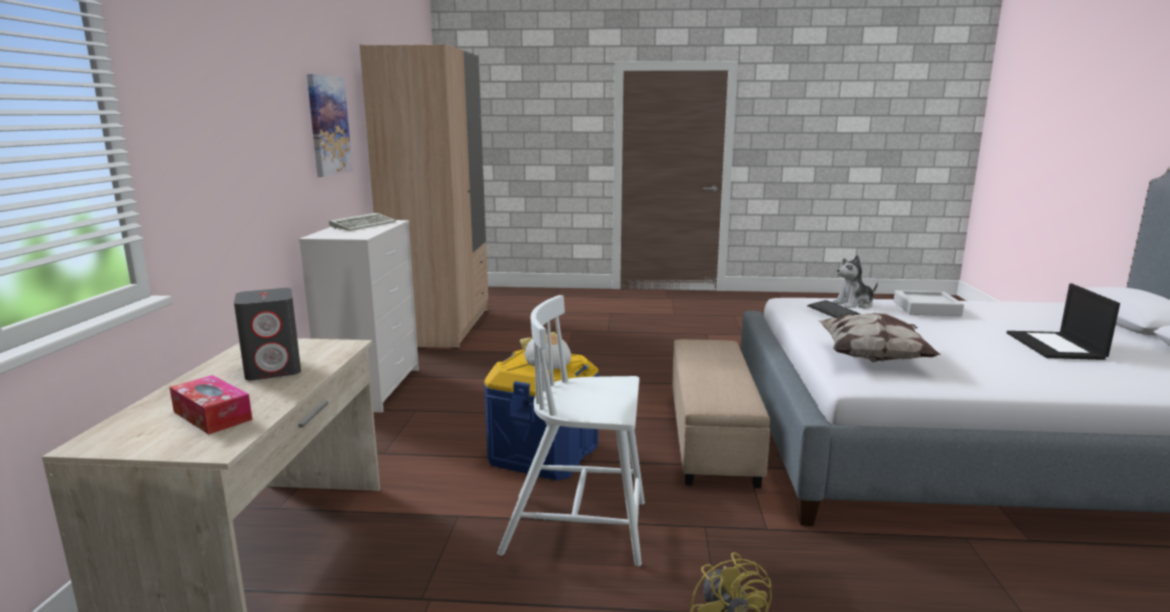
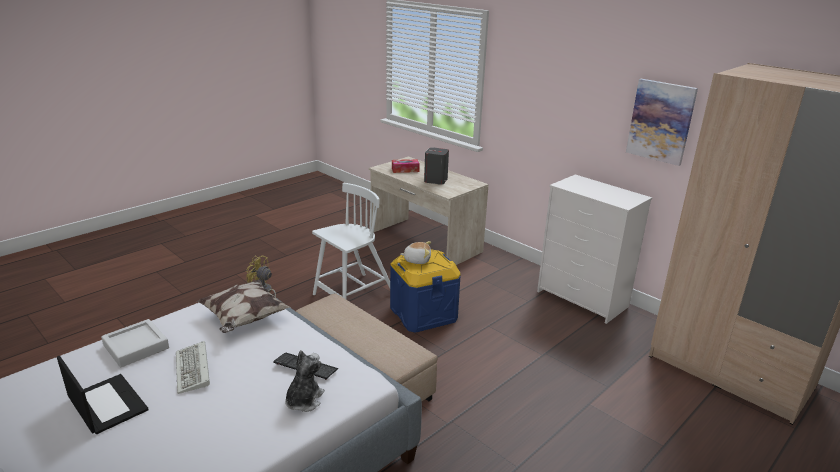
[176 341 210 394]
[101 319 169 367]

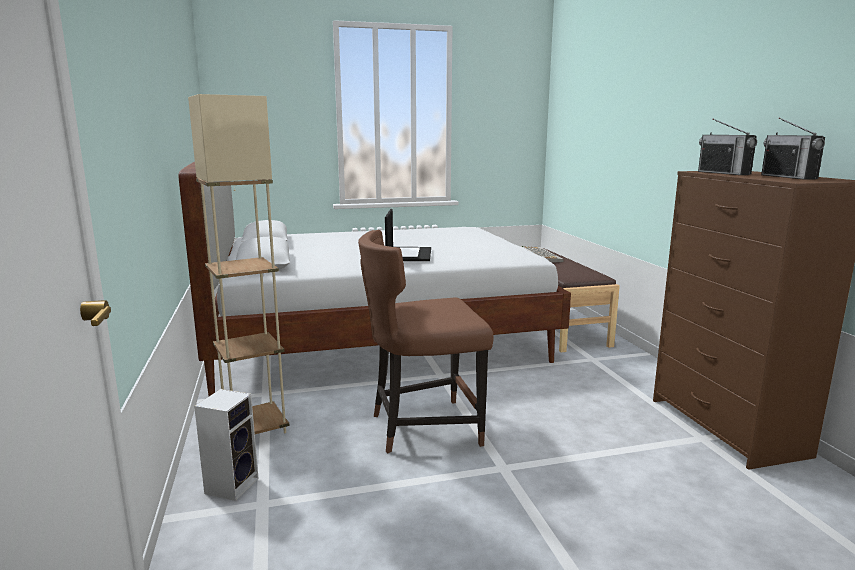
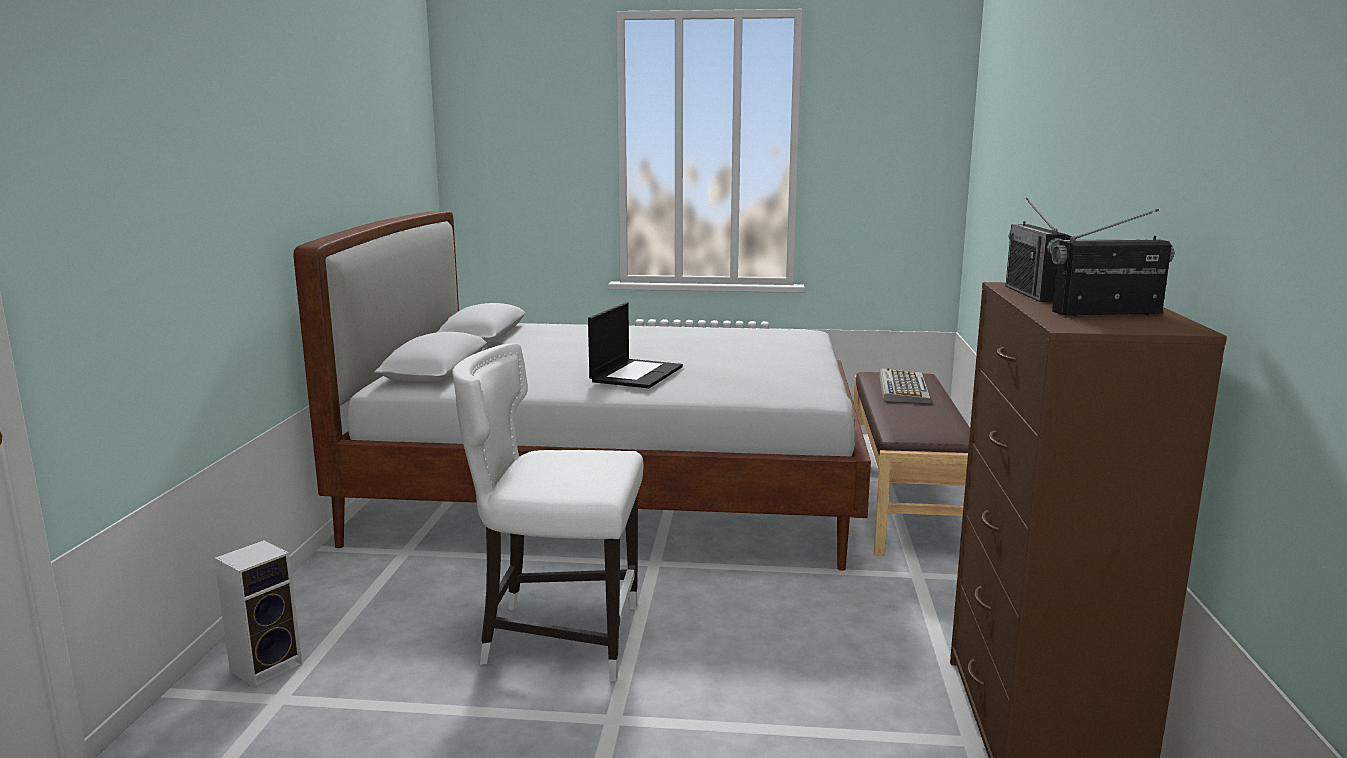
[188 94 290 434] (first image)
[452 343 644 681]
[1052 209 1174 316]

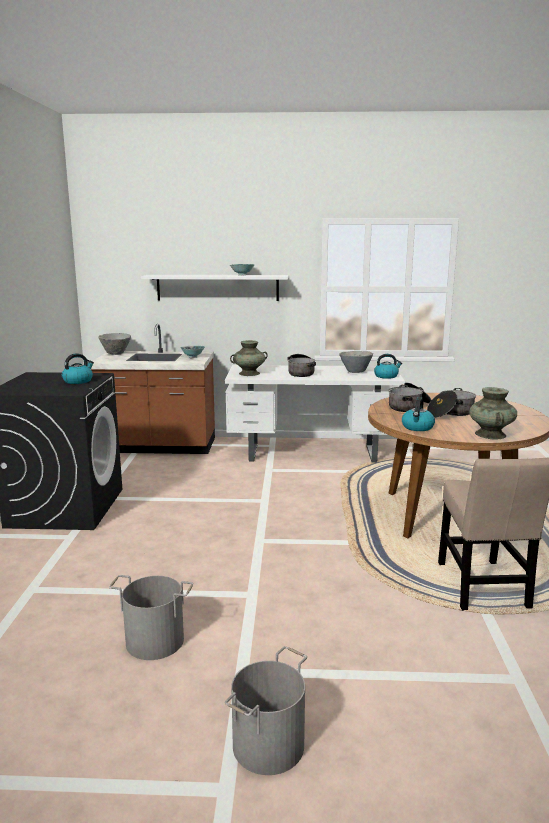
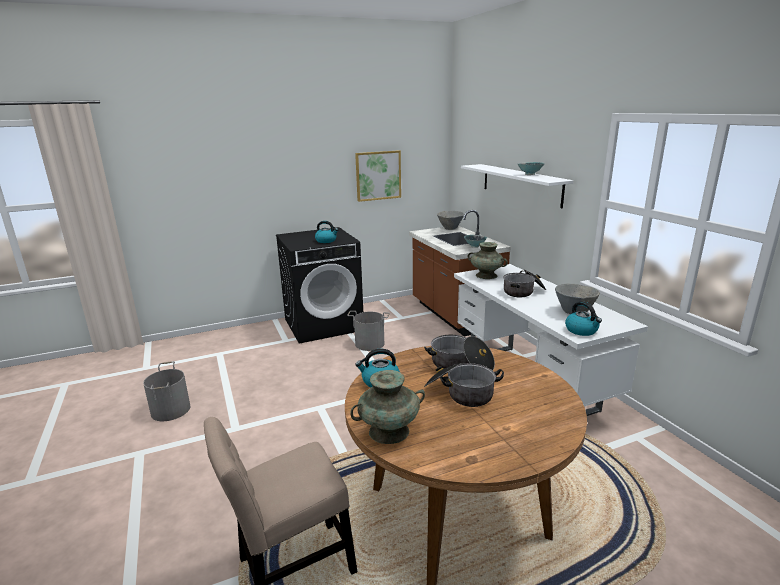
[355 150 401 202]
[347 311 390 351]

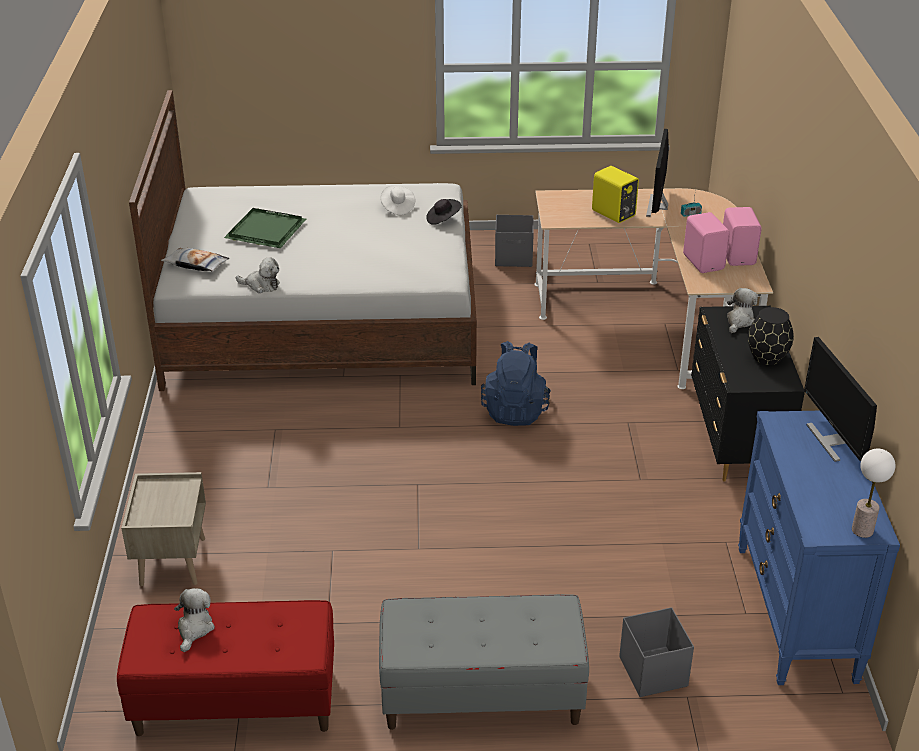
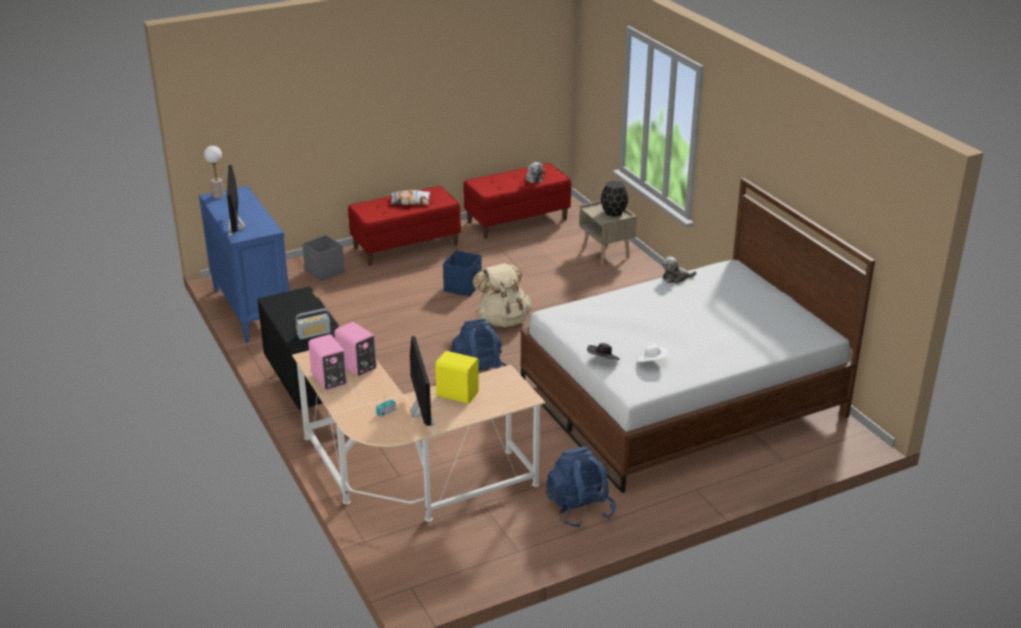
[224 208 306 248] (first image)
[443 250 482 296]
[473 263 531 327]
[391 190 431 205]
[601 181 628 216]
[546 447 616 528]
[296 308 331 340]
[348 186 461 266]
[227 165 245 237]

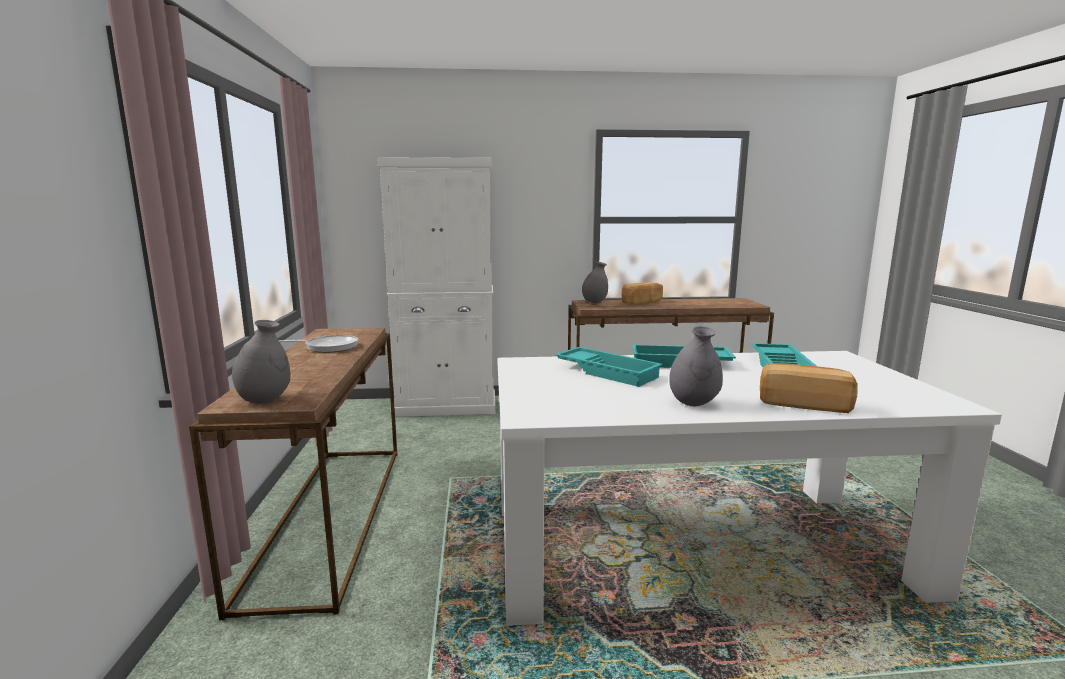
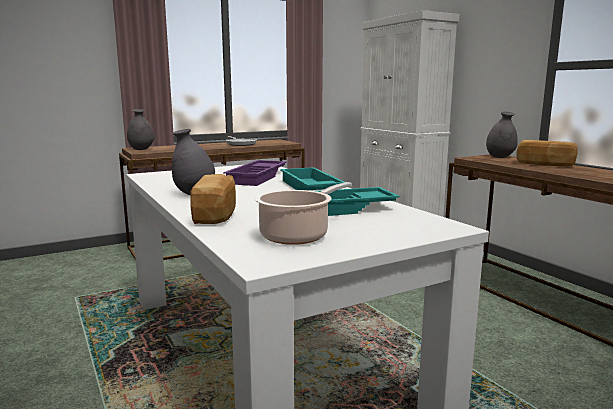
[255 182 352 245]
[223 160 287 186]

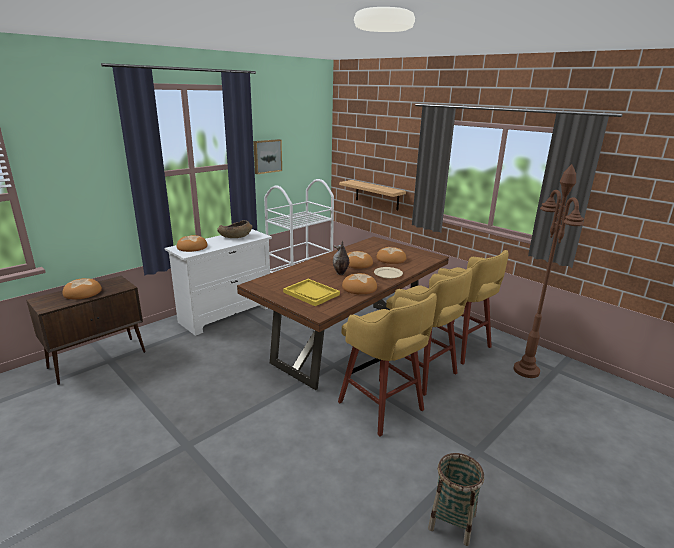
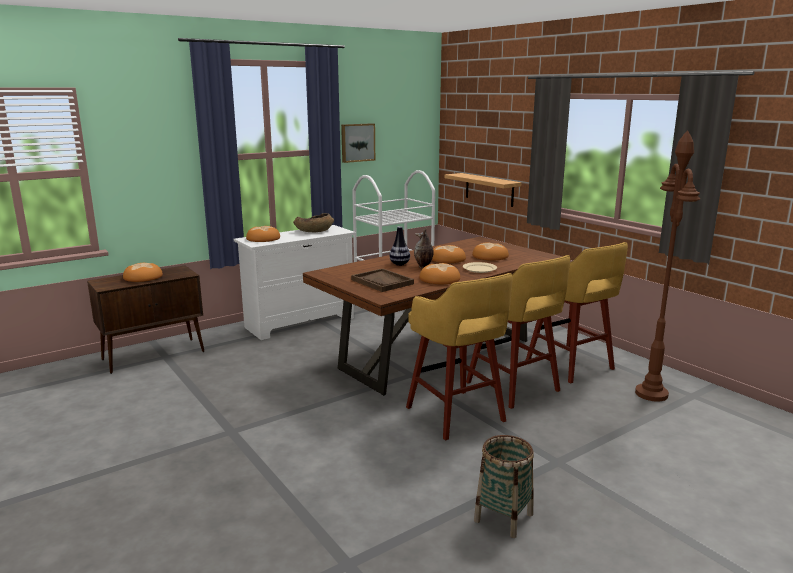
[389 226 410 266]
[351 268 414 292]

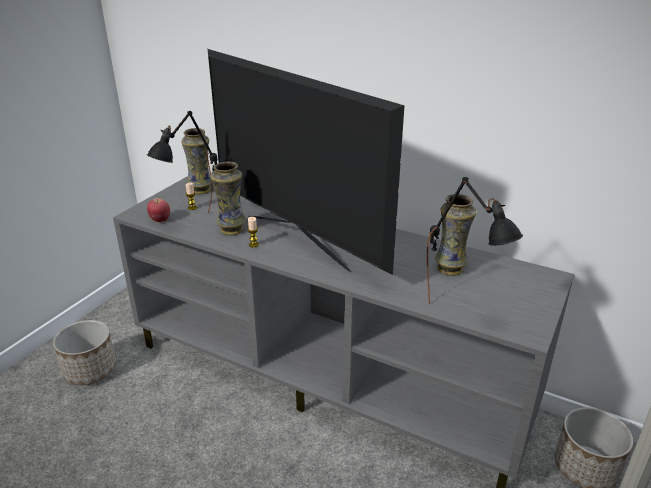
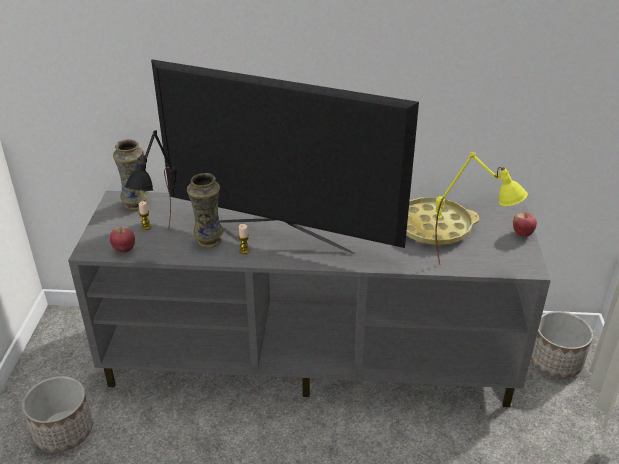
[513 212 537 237]
[406 197 479 245]
[435 152 528 263]

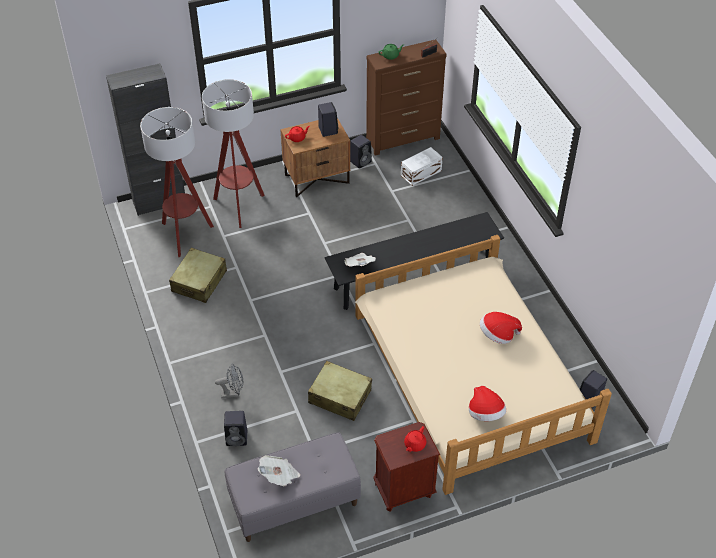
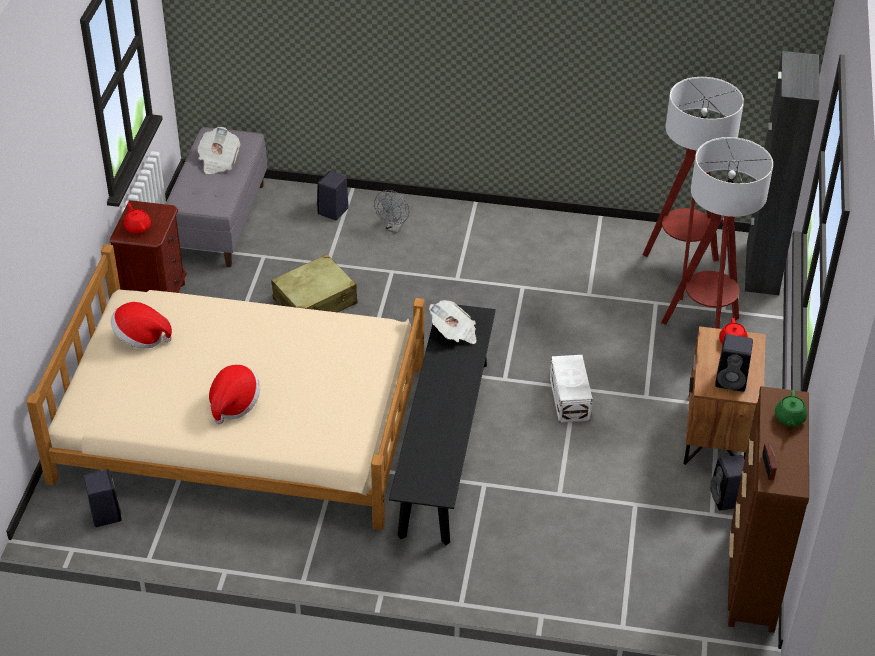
[169 248 227 303] (first image)
[550 355 592 423]

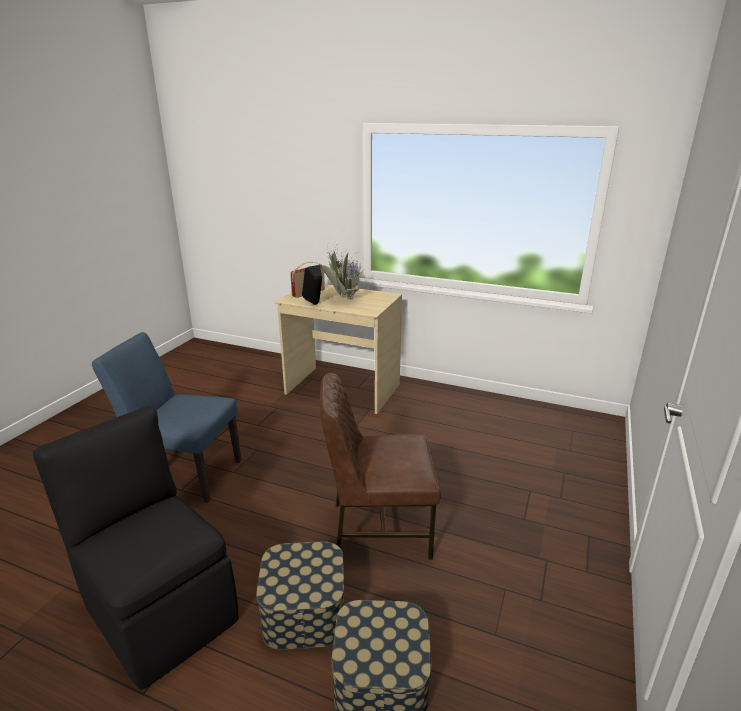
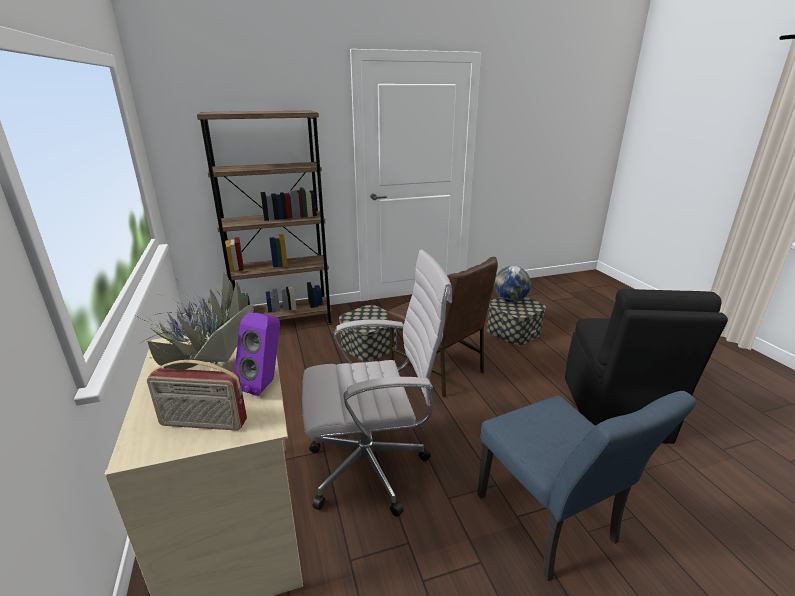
[197 110 332 325]
[302 250 452 517]
[494 266 531 302]
[339 305 397 361]
[234 313 280 396]

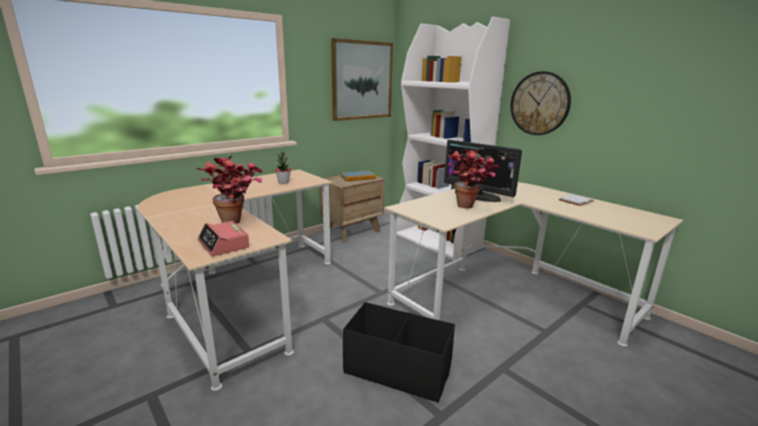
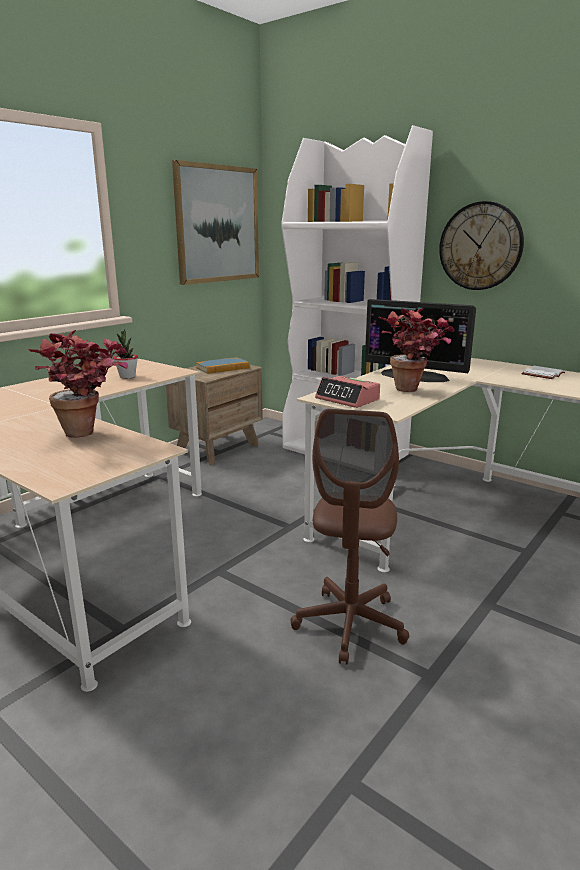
[315 376 380 408]
[290 409 409 665]

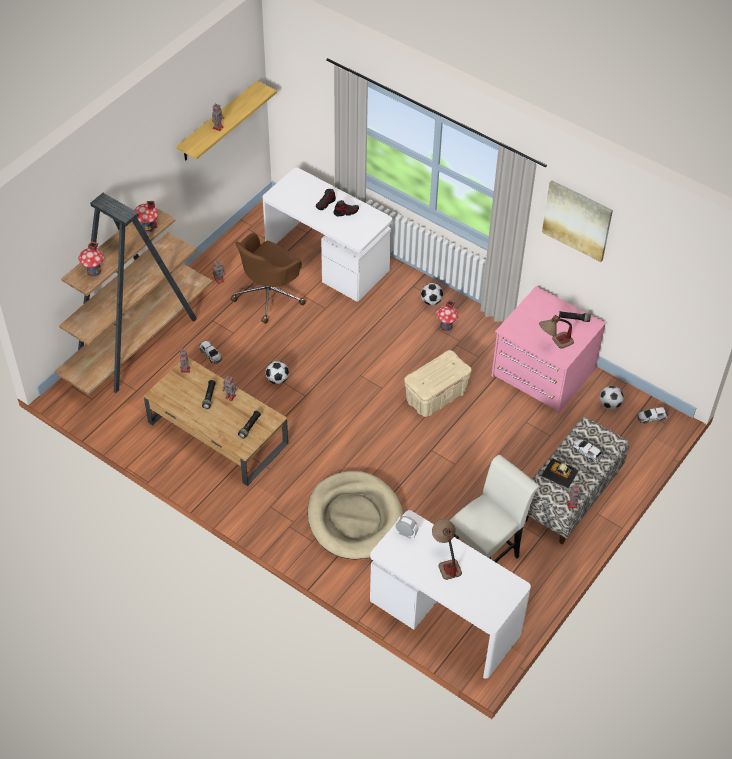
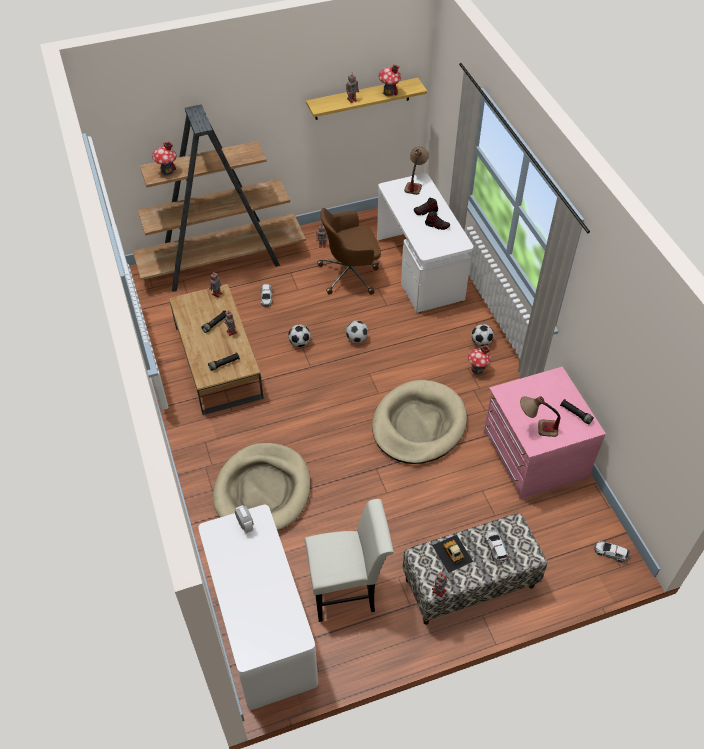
[542 180 613 262] (first image)
[379 64 401 96]
[404 146 429 195]
[346 321 368 343]
[372 380 467 464]

